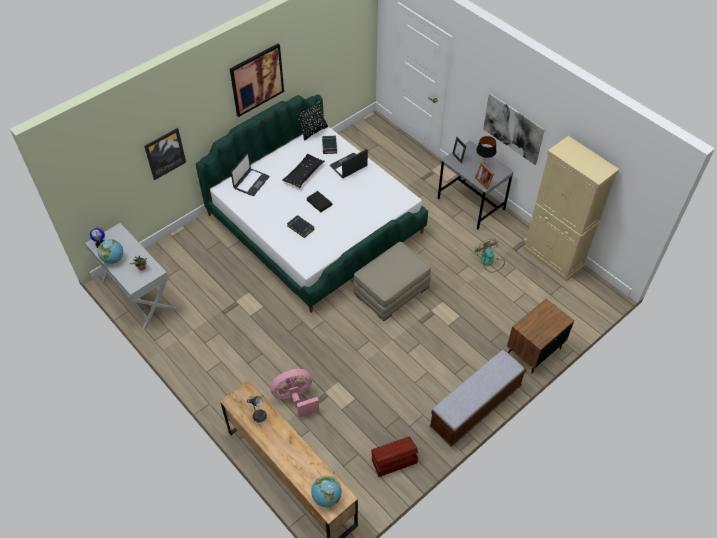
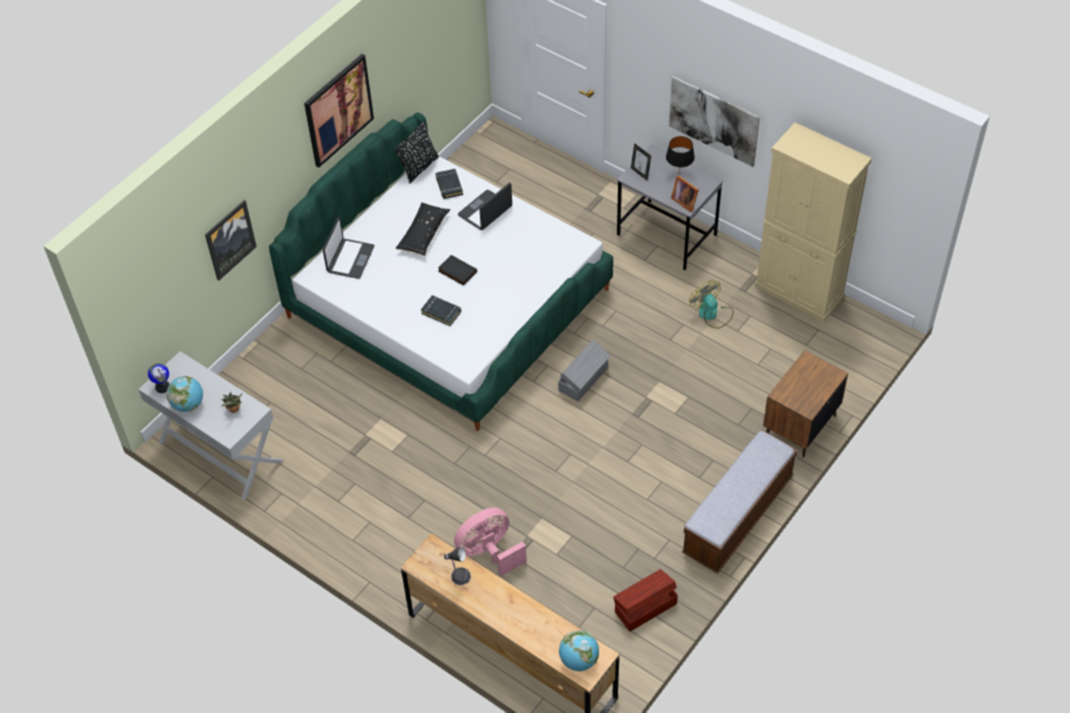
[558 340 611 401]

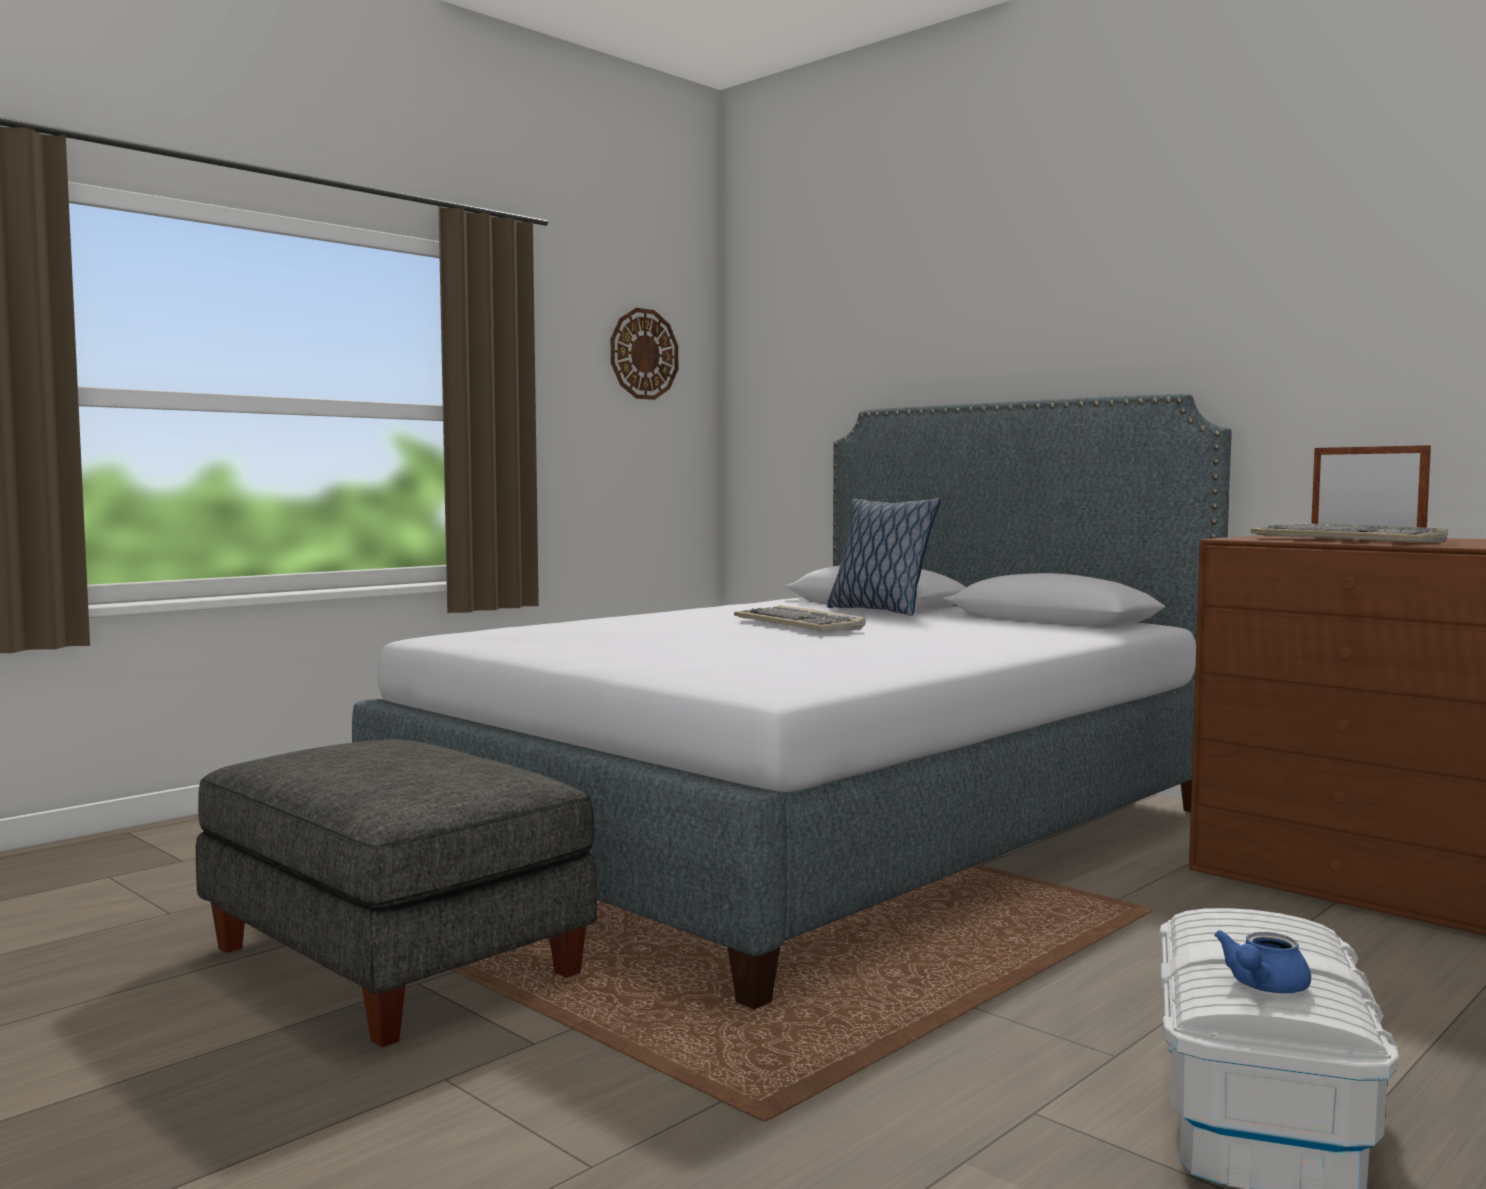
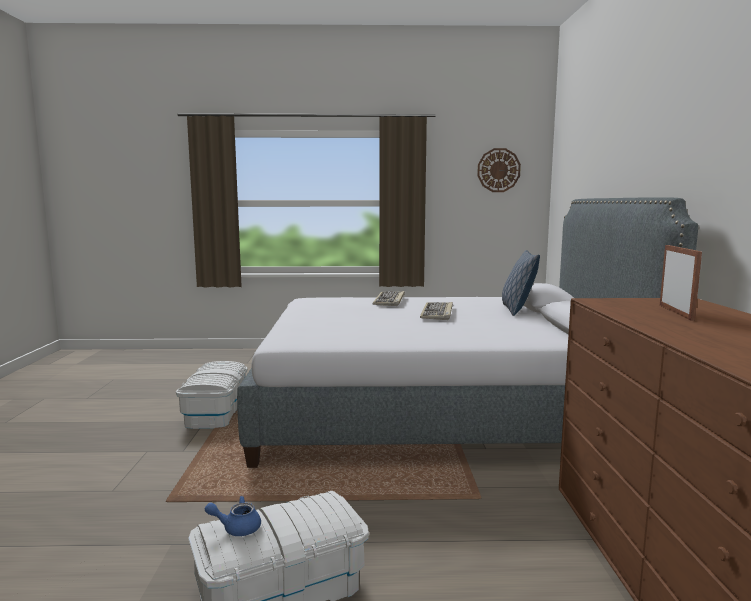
[373 291 405 306]
[176 361 247 429]

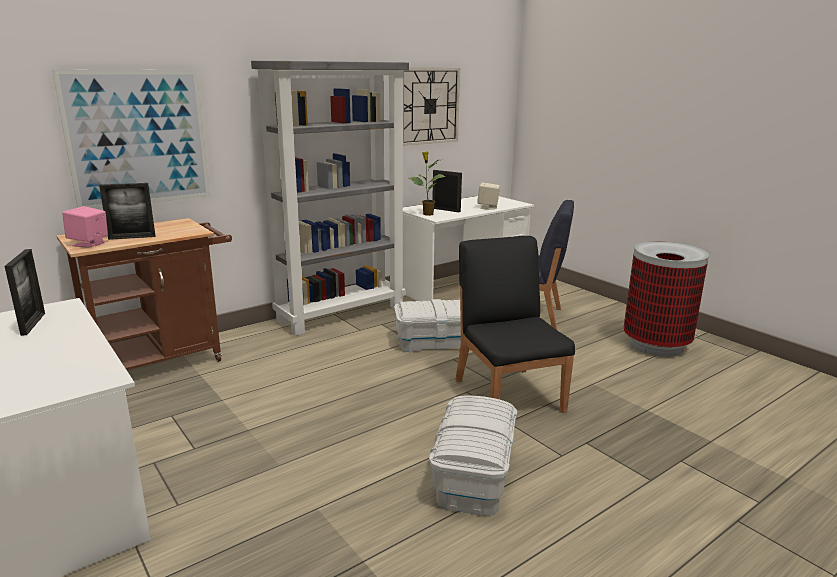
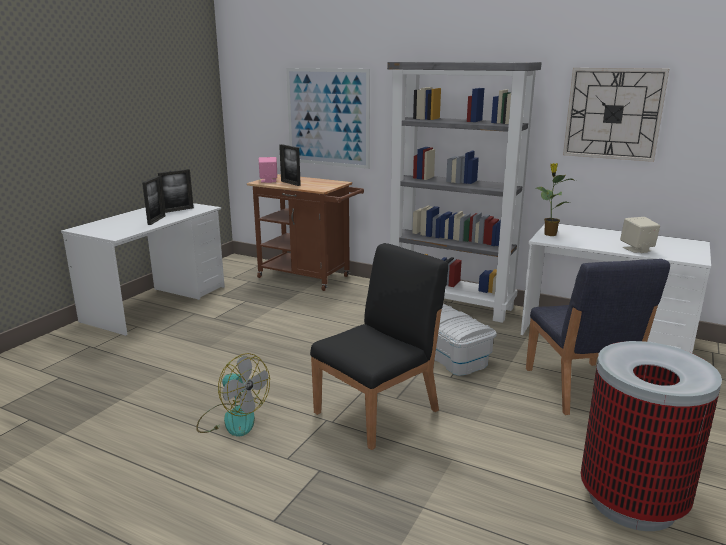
[142 176 165 225]
[196 353 270 437]

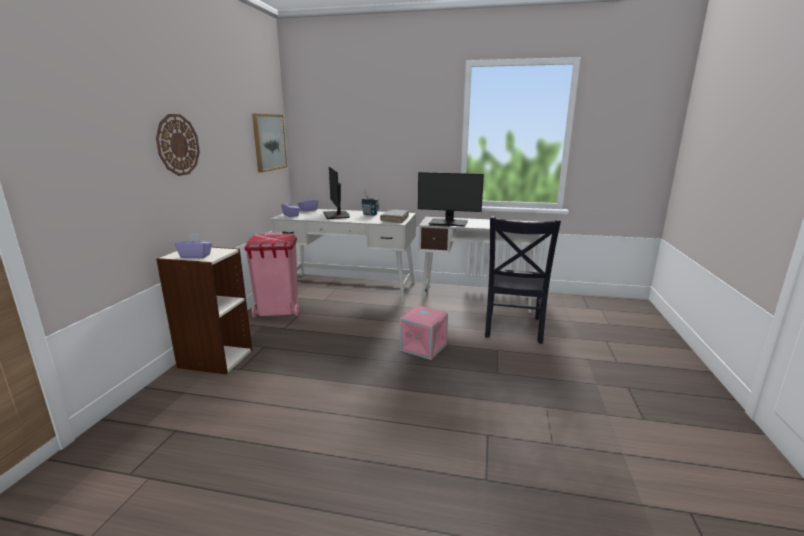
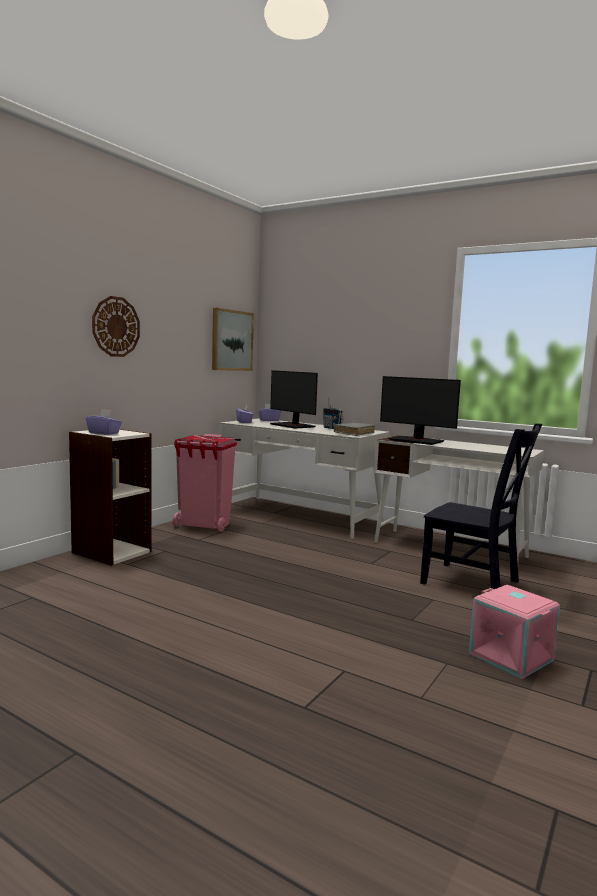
[469 585 560 679]
[270 370 318 429]
[420 423 542 589]

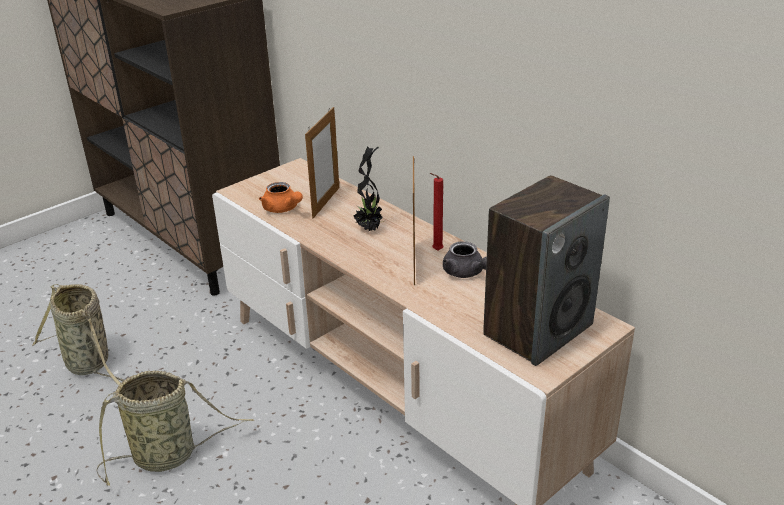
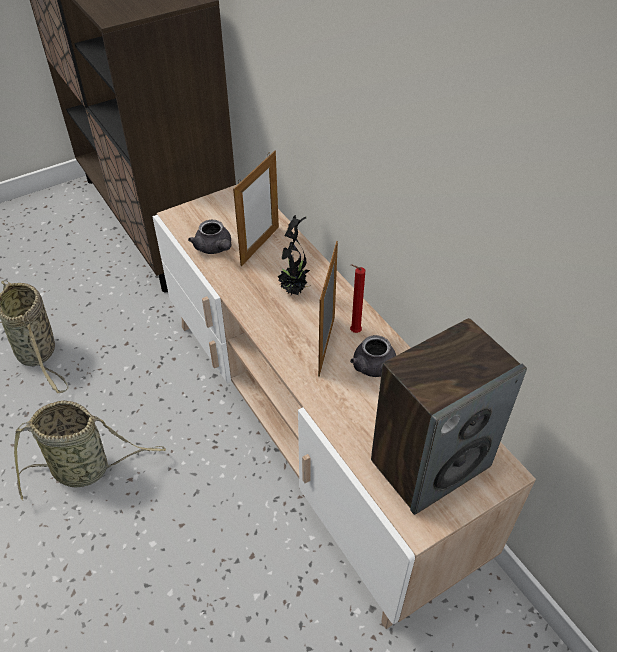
[188 220 231 254]

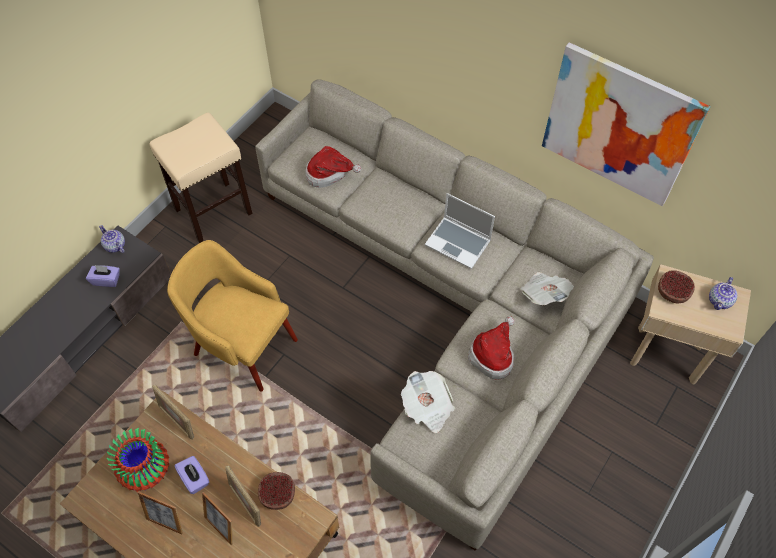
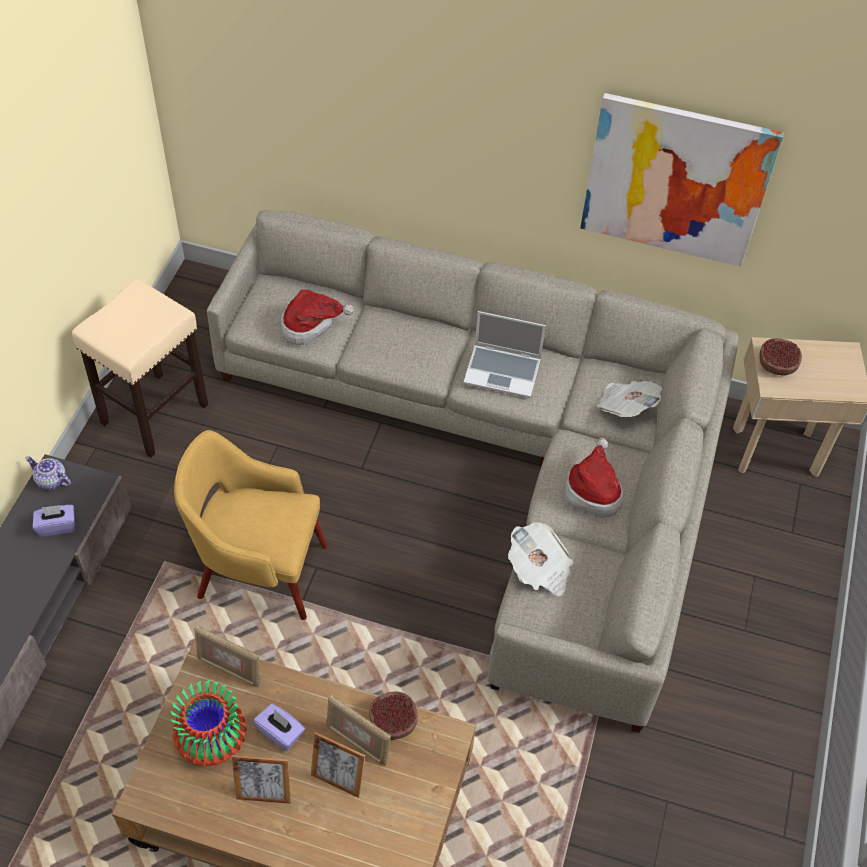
[709 277 737 310] (first image)

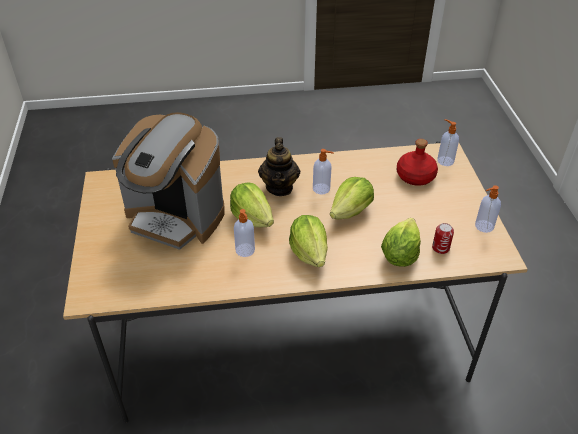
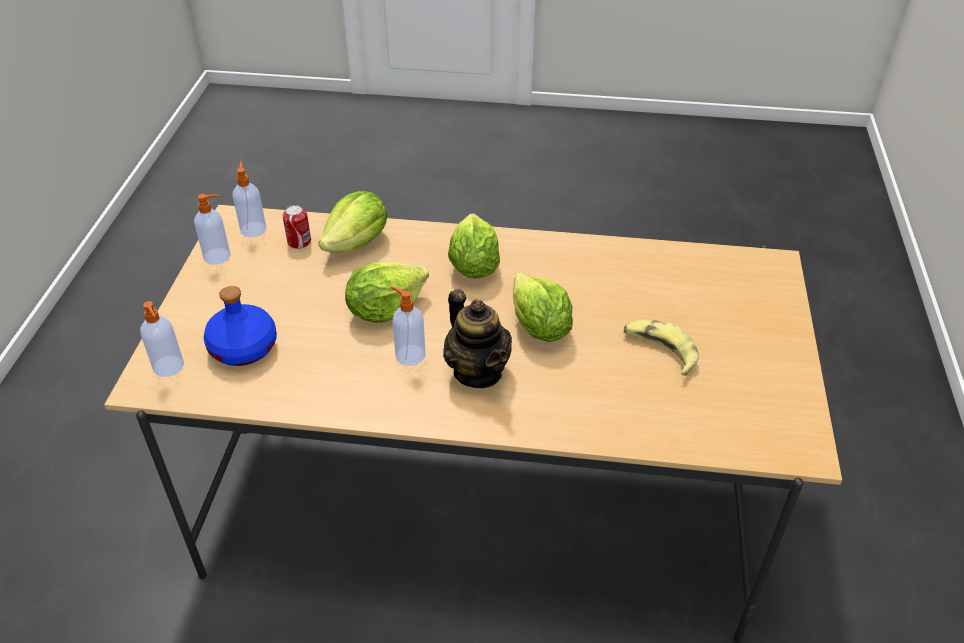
[233 161 267 237]
[624 319 699 376]
[204 286 277 366]
[443 289 512 388]

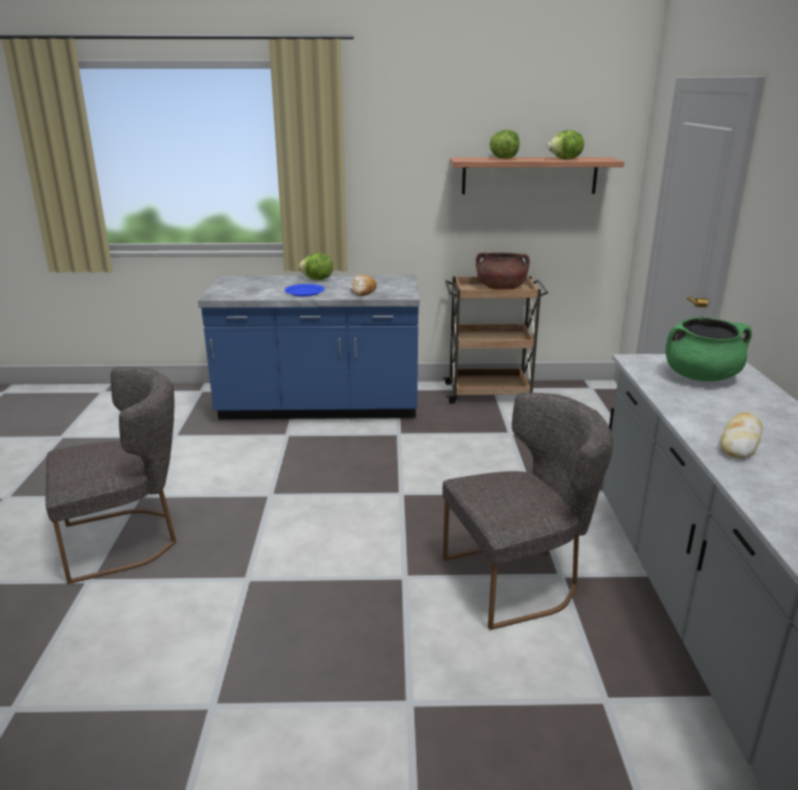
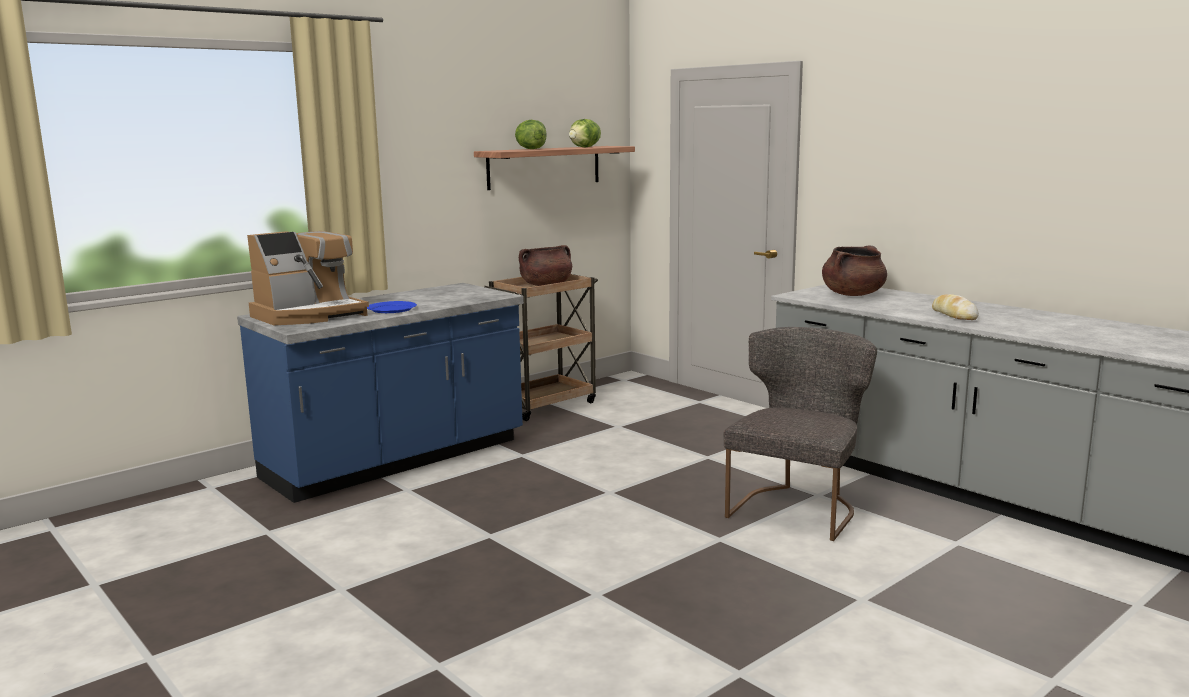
[45 367 176 584] (first image)
[298 253 333 280] (first image)
[350 275 377 296] (first image)
[247 231 369 325]
[822 245 887 296]

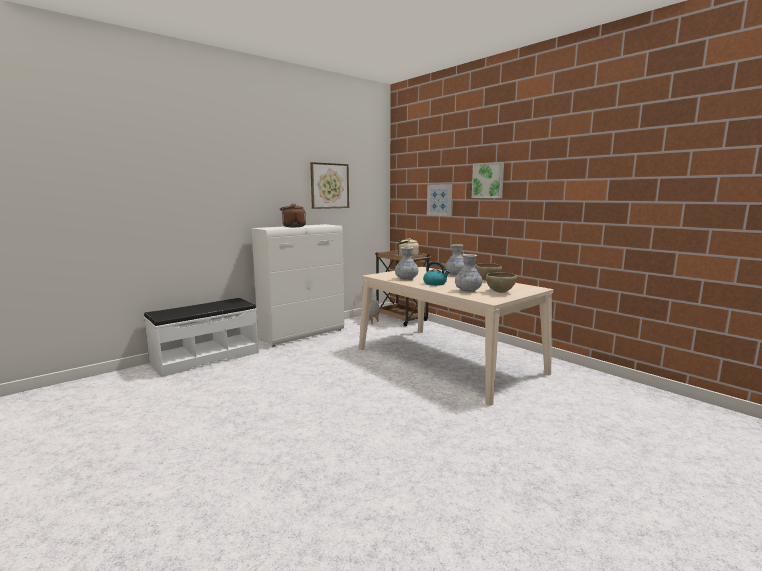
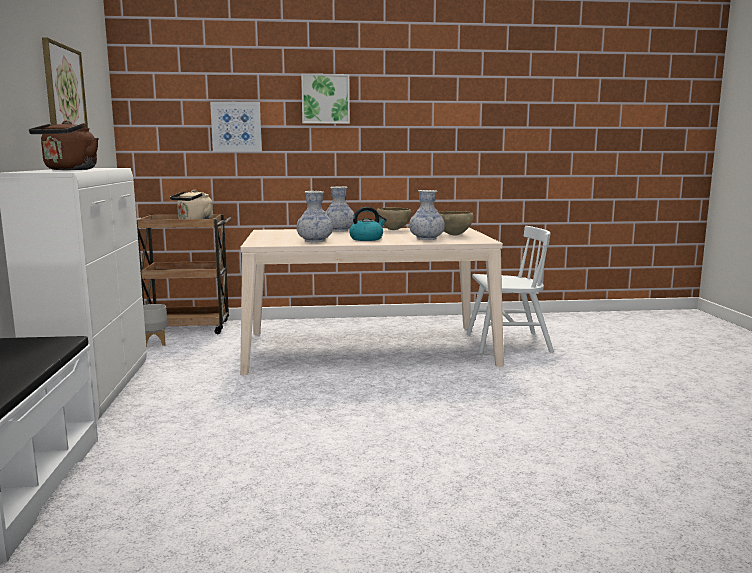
[467 226 554 354]

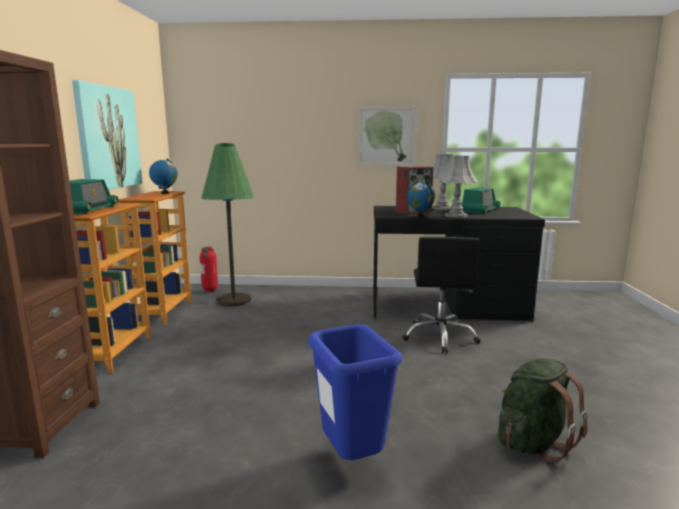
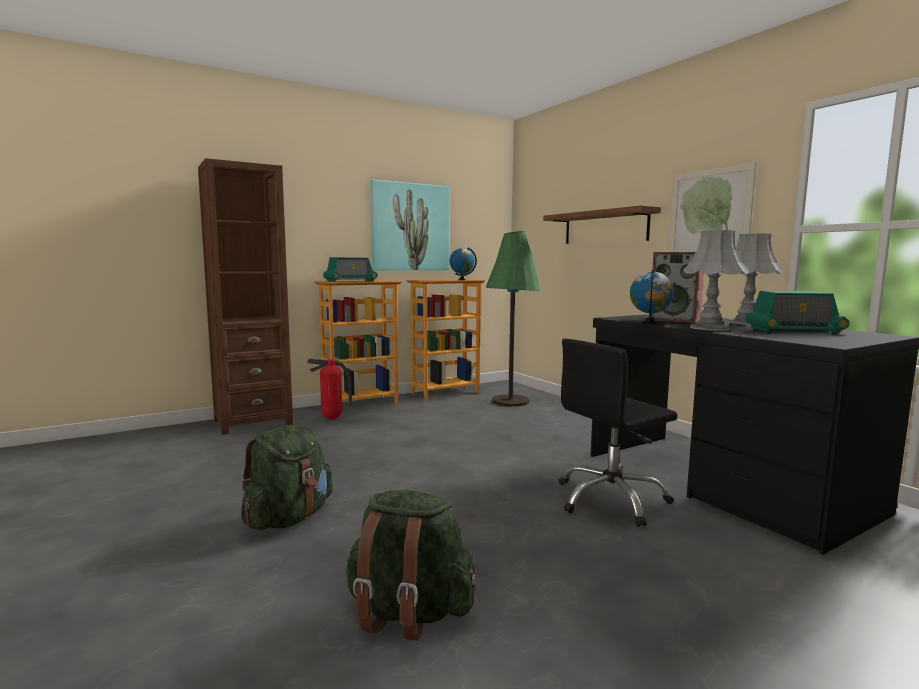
[543 205 661 244]
[307 359 352 419]
[241 425 333 530]

